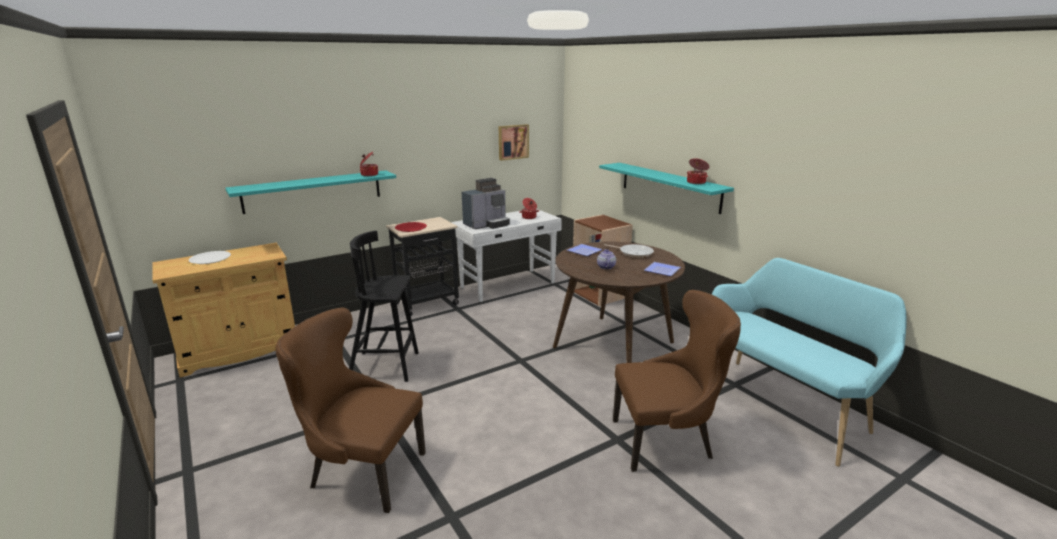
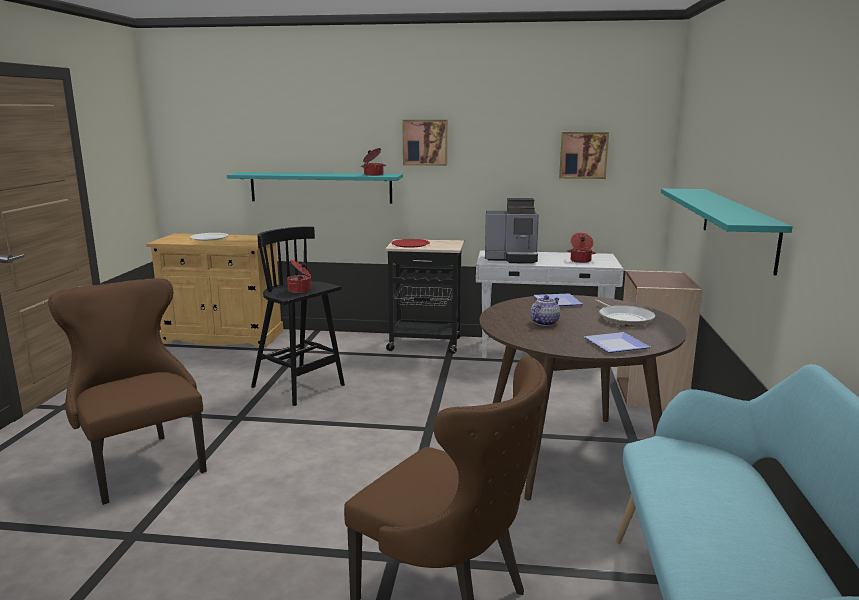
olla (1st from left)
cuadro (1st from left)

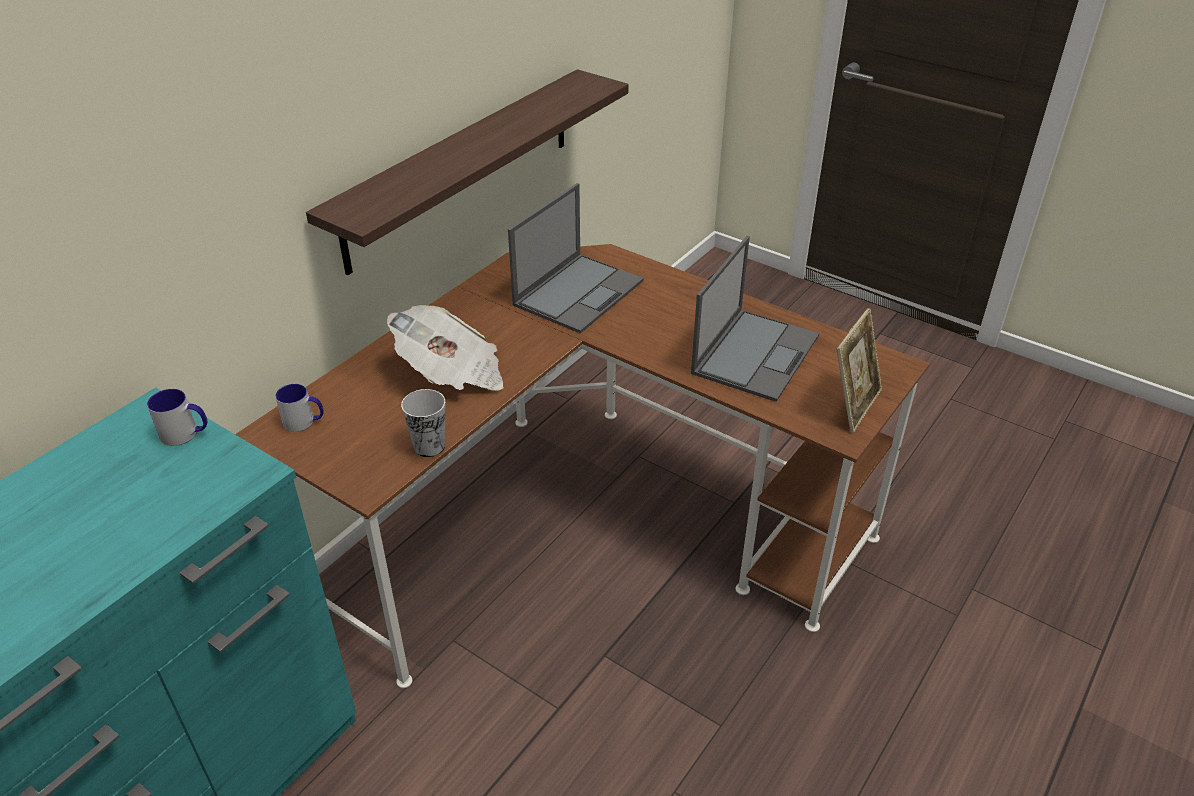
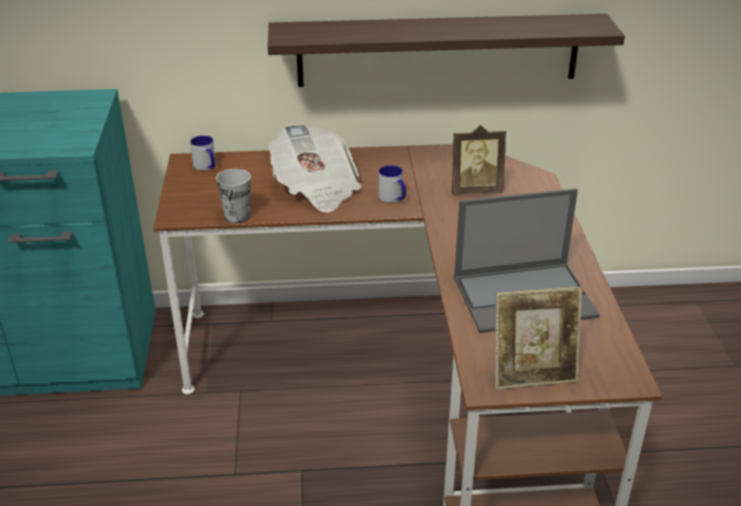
portarretratos (1st from left)
taza grande (2nd from left)

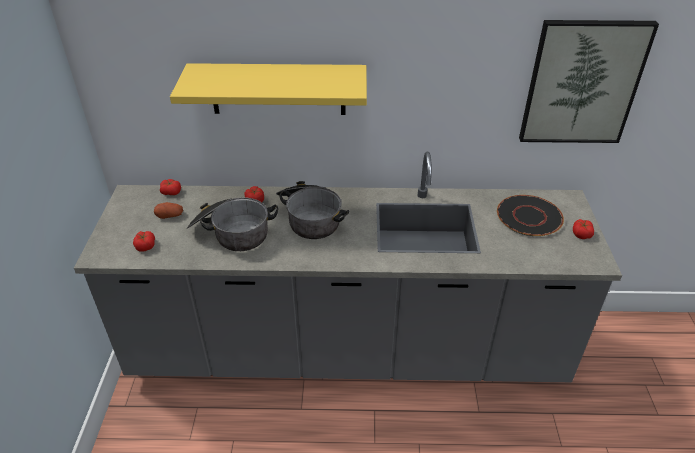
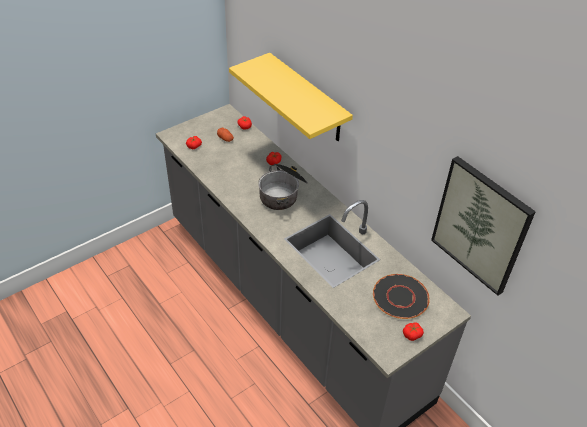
olla (1st from left in the first image)

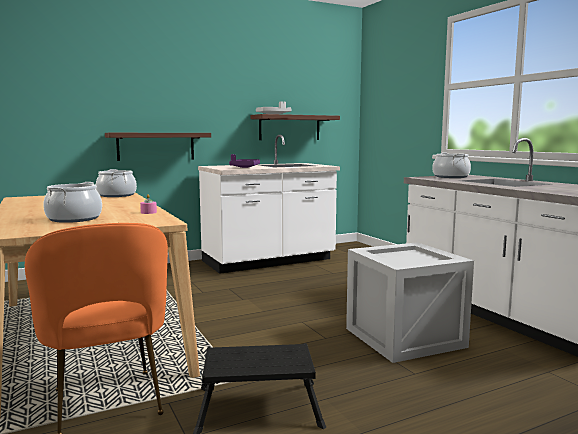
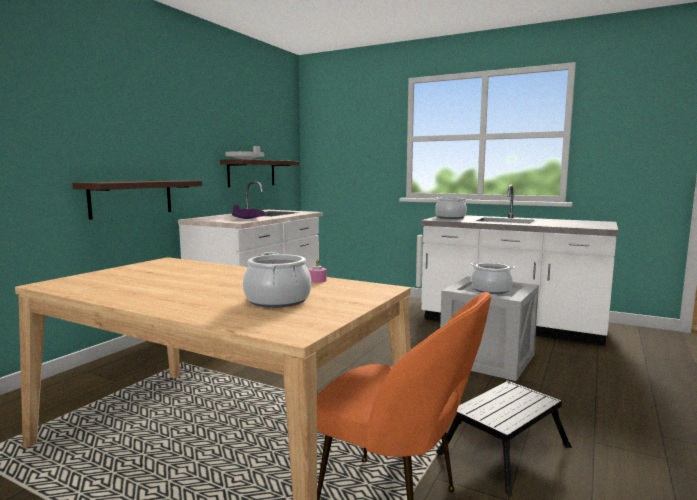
olla (3rd from left)

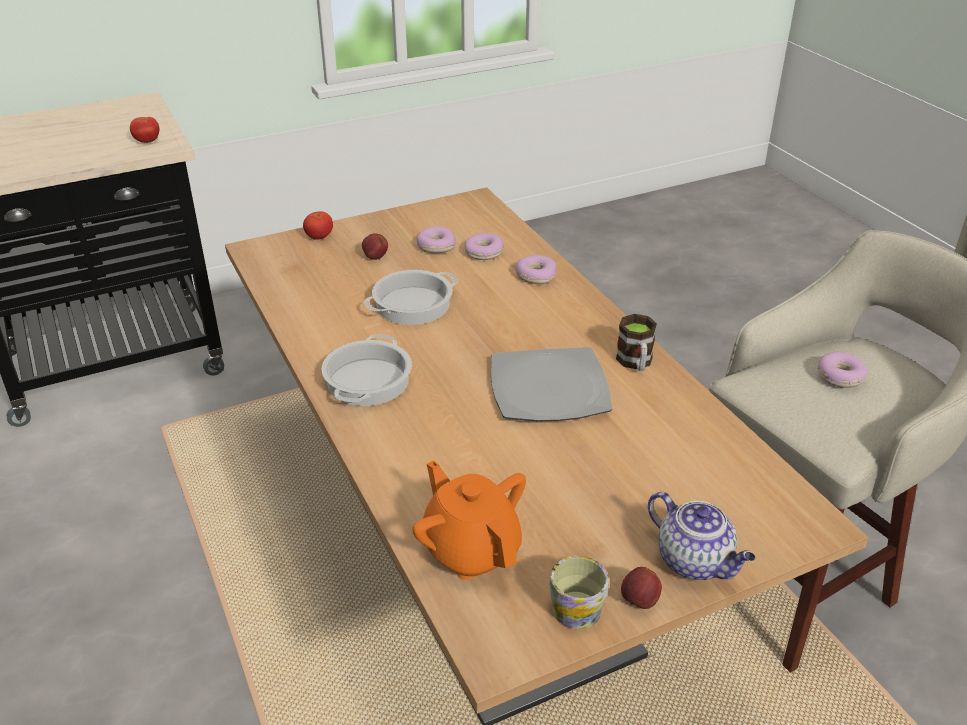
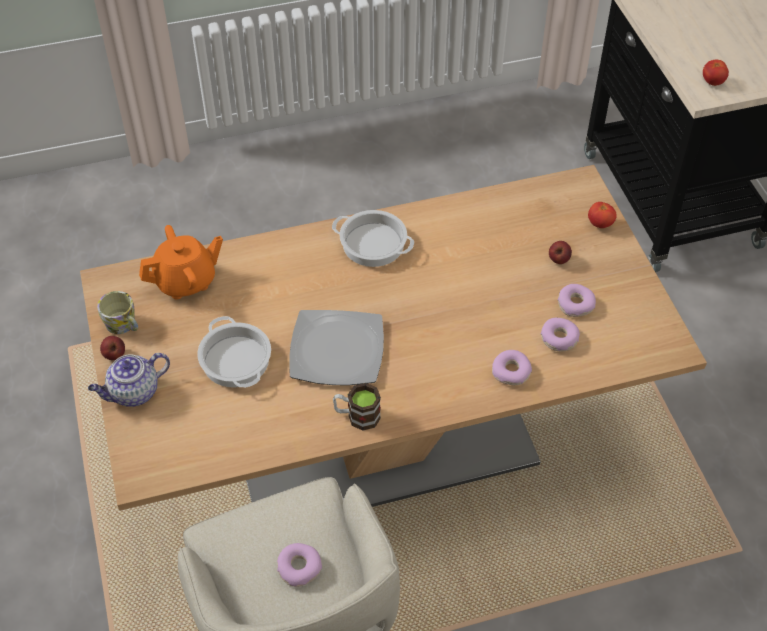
olla (1st from left)

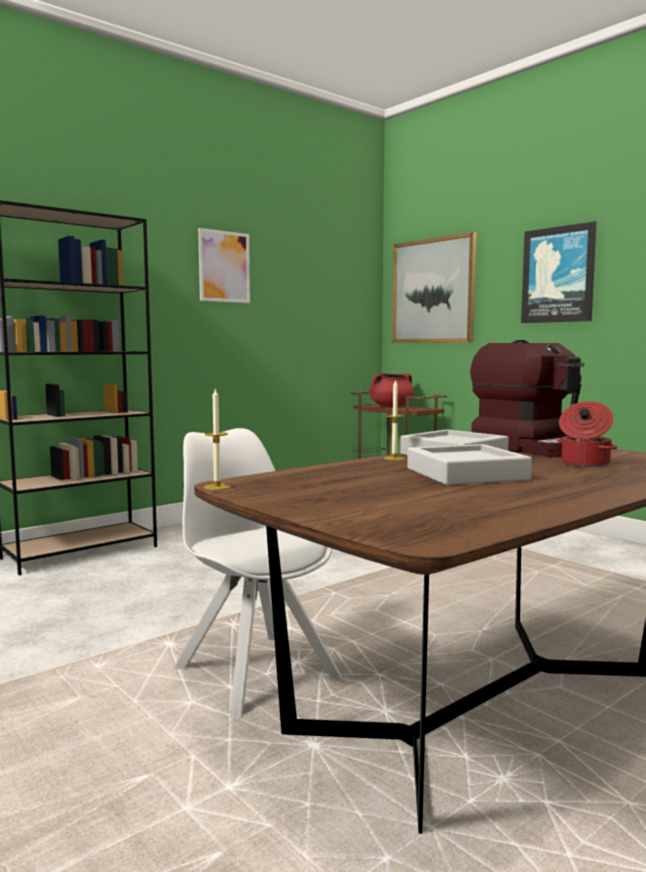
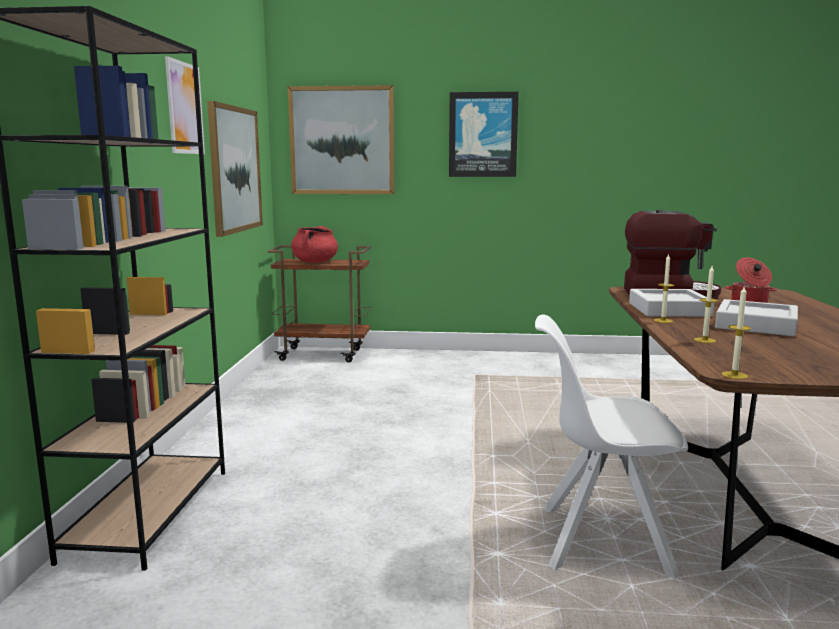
cuadro (2nd from left)
vela (2nd from left)

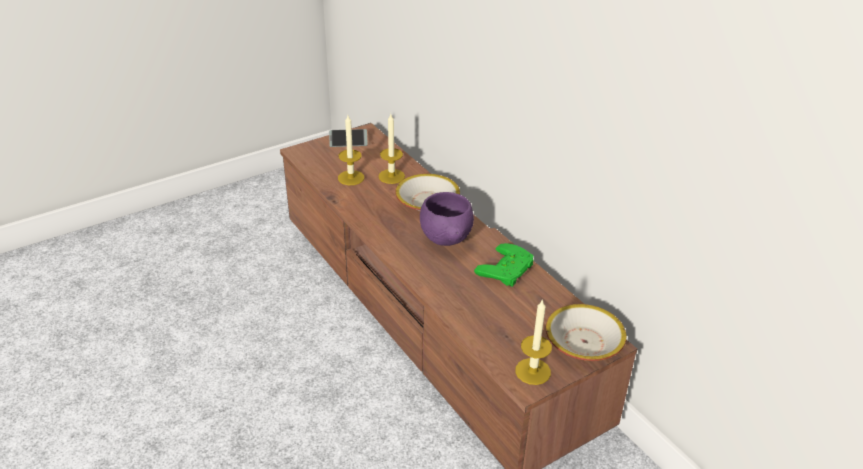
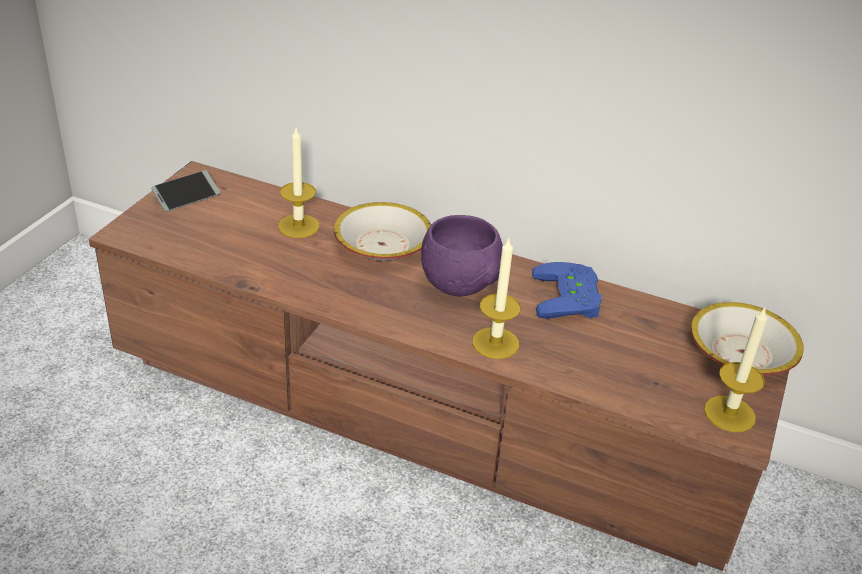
vela (2nd from left)
mando de consola (azul)

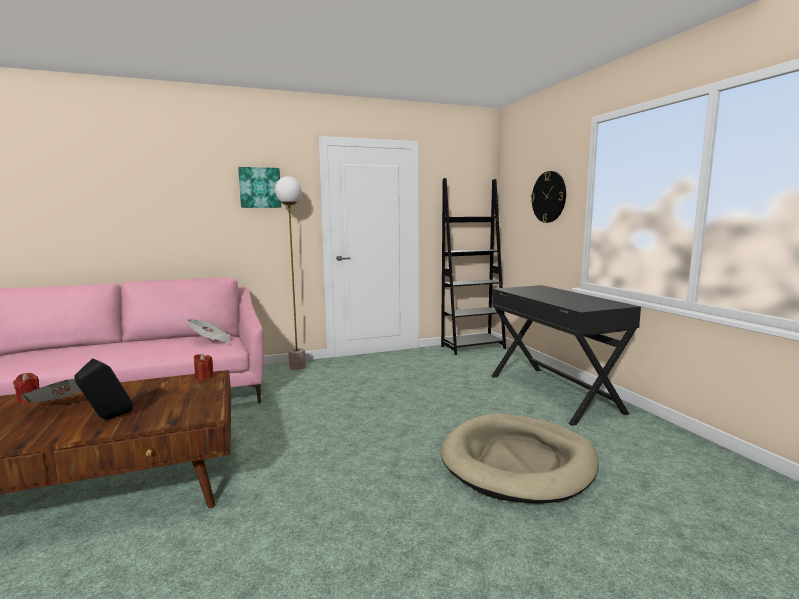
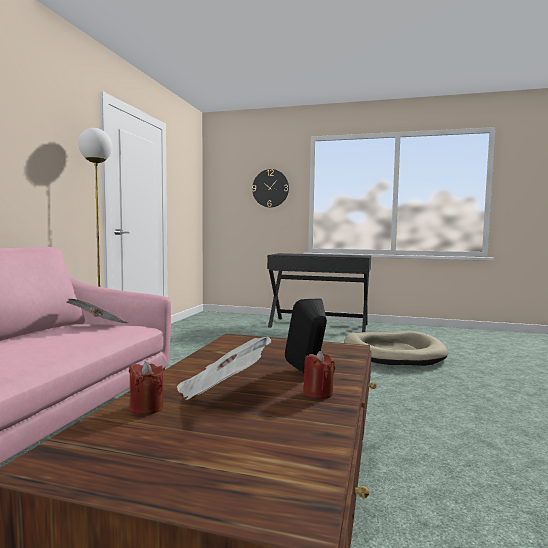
cuadro
estantería (negro)
vela (rojo) (2nd from left)

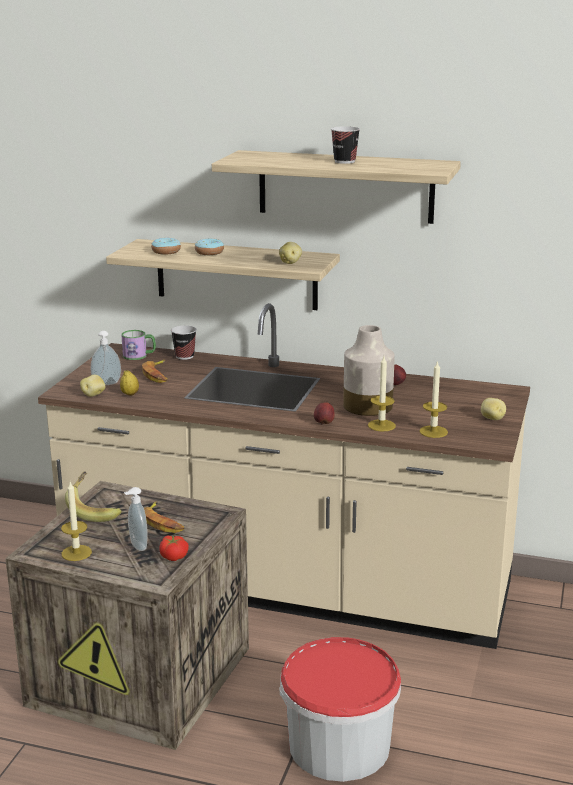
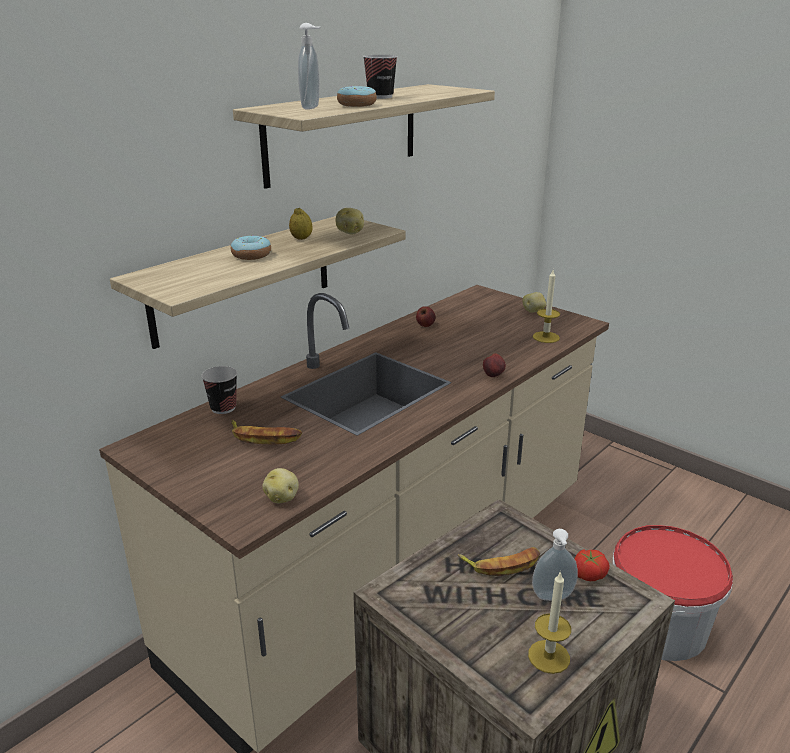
rosquilla (2nd from left)
florero (beis)
taza grande
dispensador de jabón (1st from left)
vela (2nd from left in the first image)
limón
plátano (1st from left in the first image)

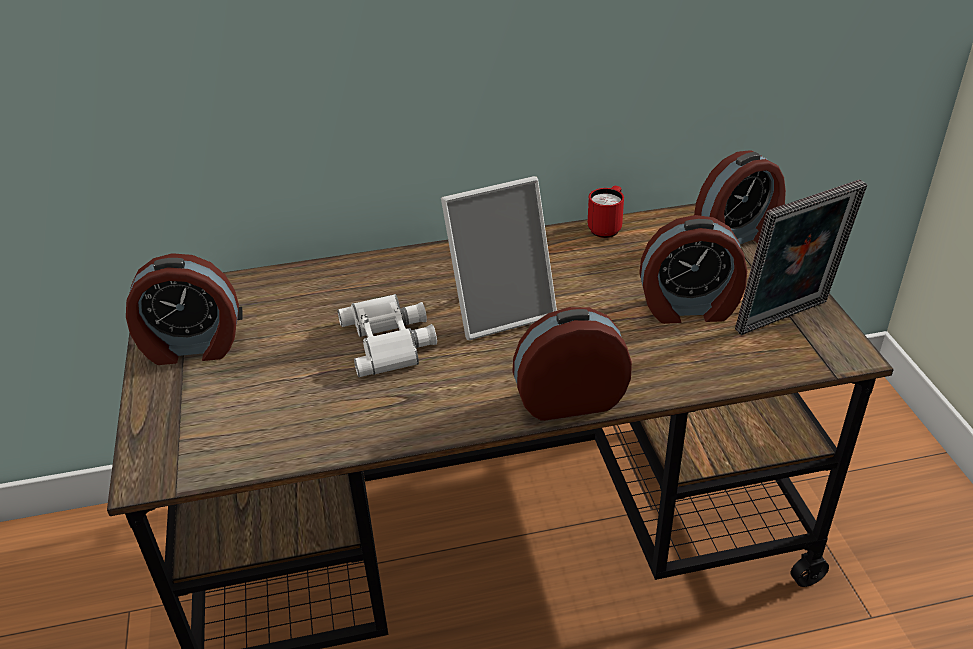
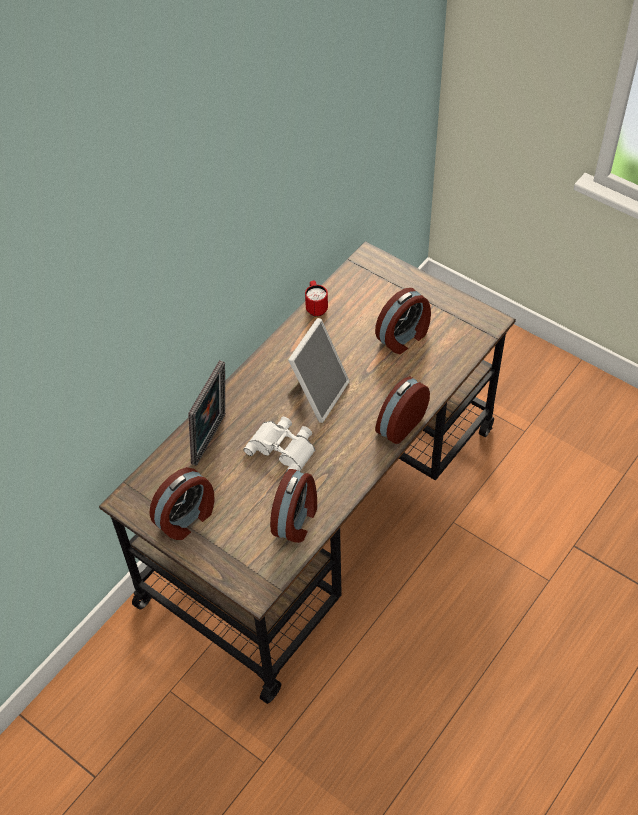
despertador (2nd from left)
portarretratos (1st from left)

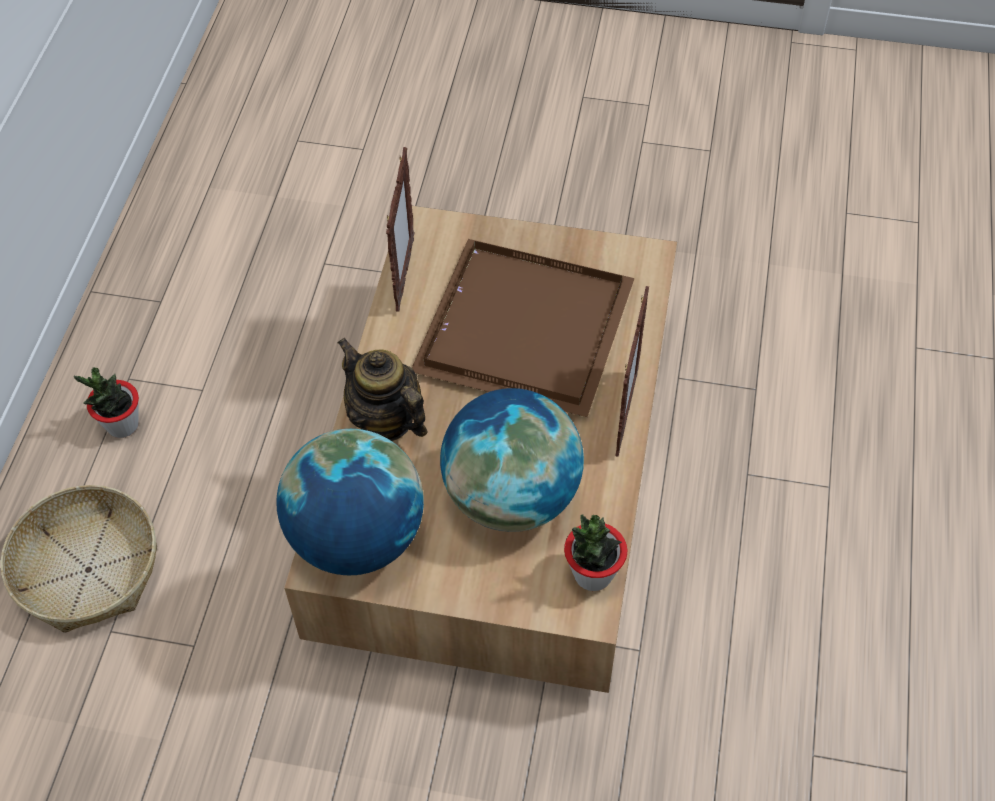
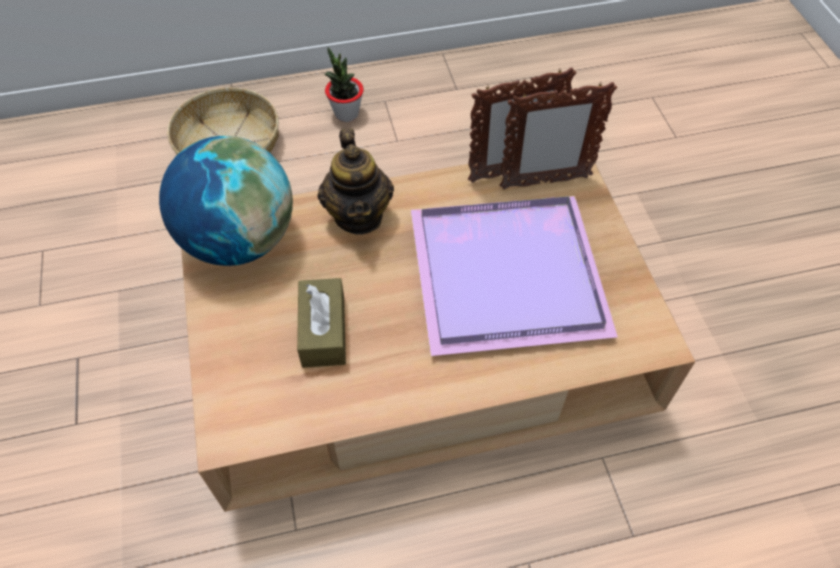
bandeja (morado)
portarretratos (2nd from left)
tetera
caja de pañuelos (marrón)
planta en maceta (2nd from left in the first image)

